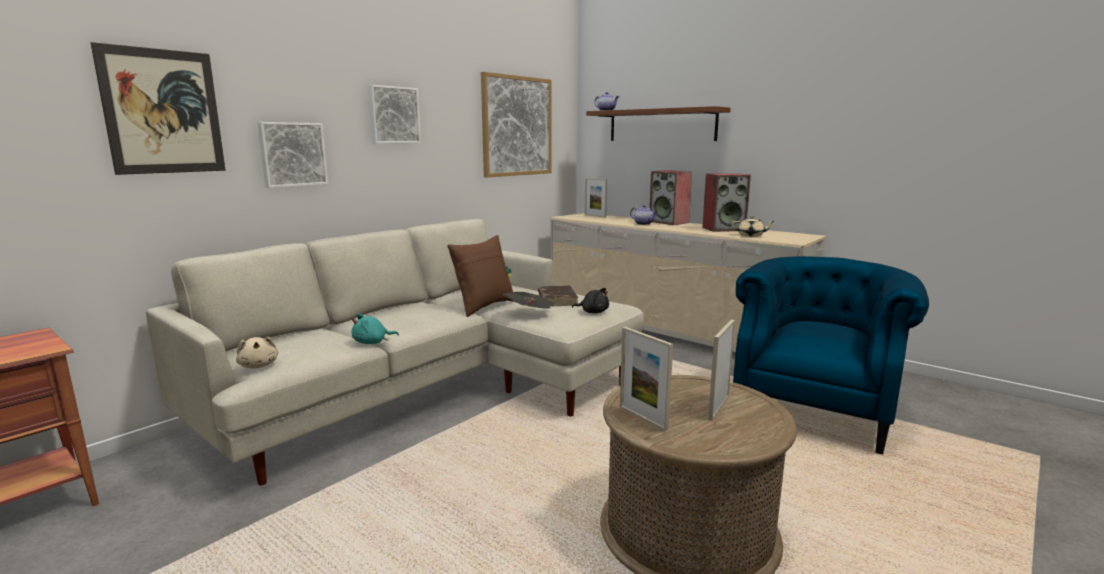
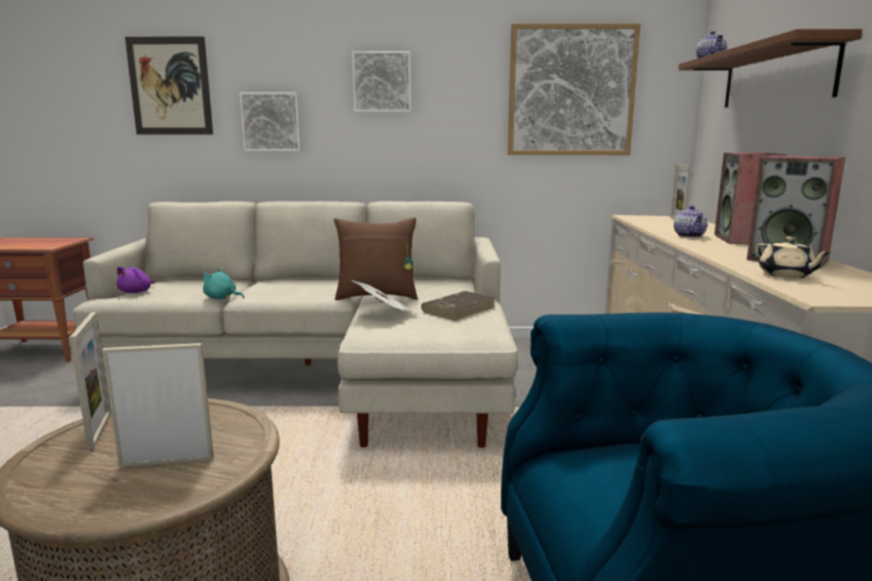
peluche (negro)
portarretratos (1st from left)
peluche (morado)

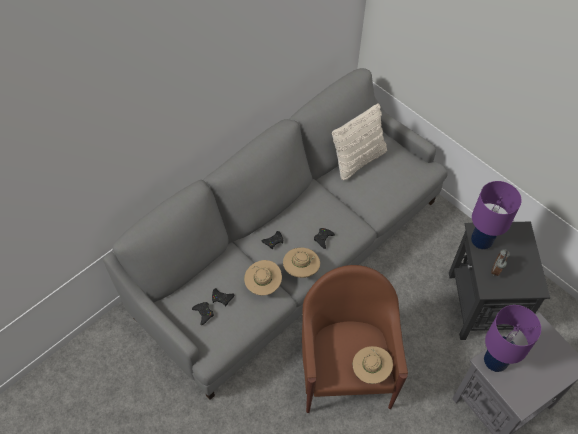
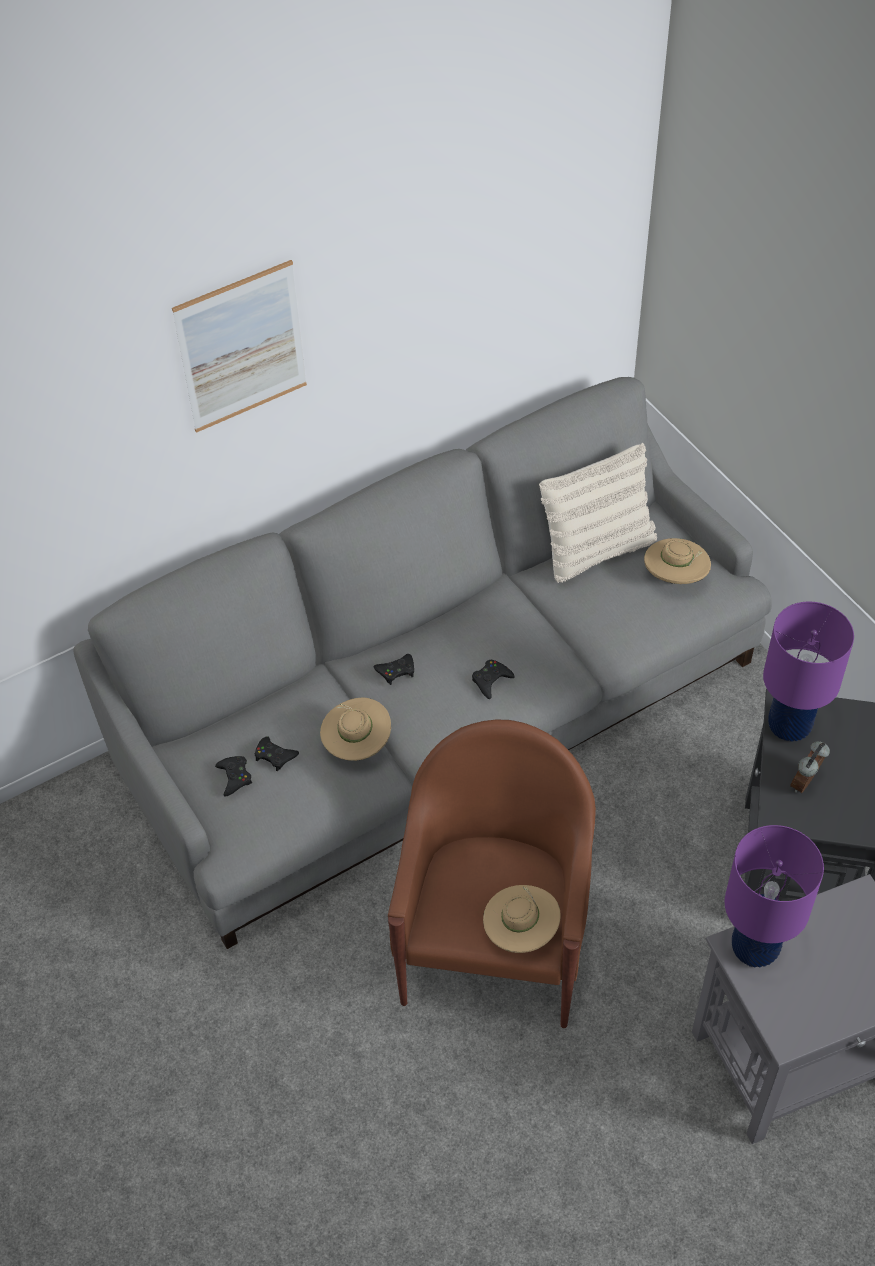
sombrero (beis) (3rd from left)
cuadro

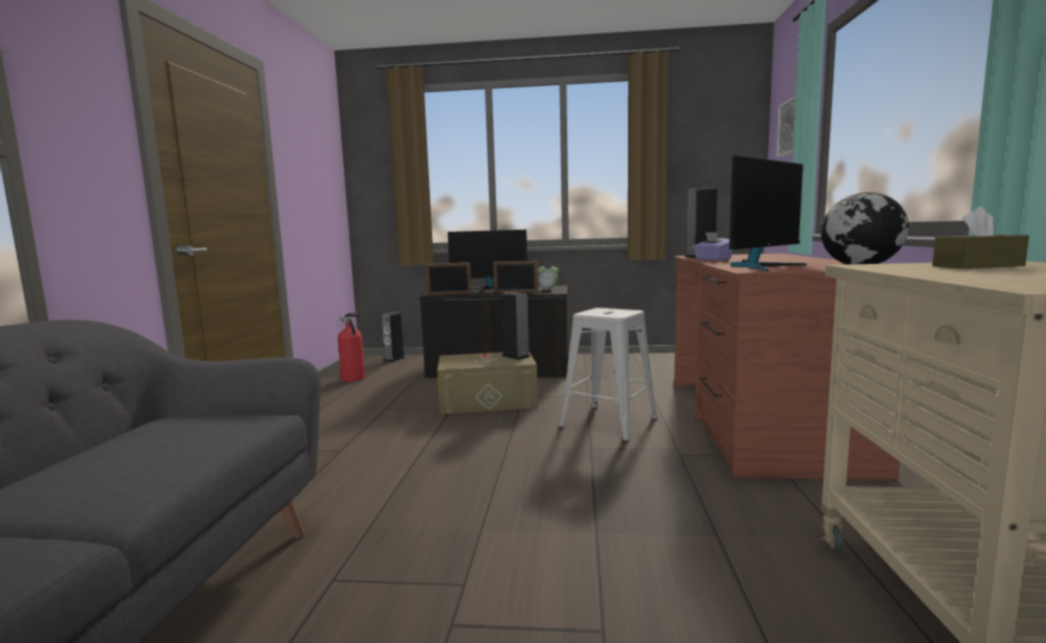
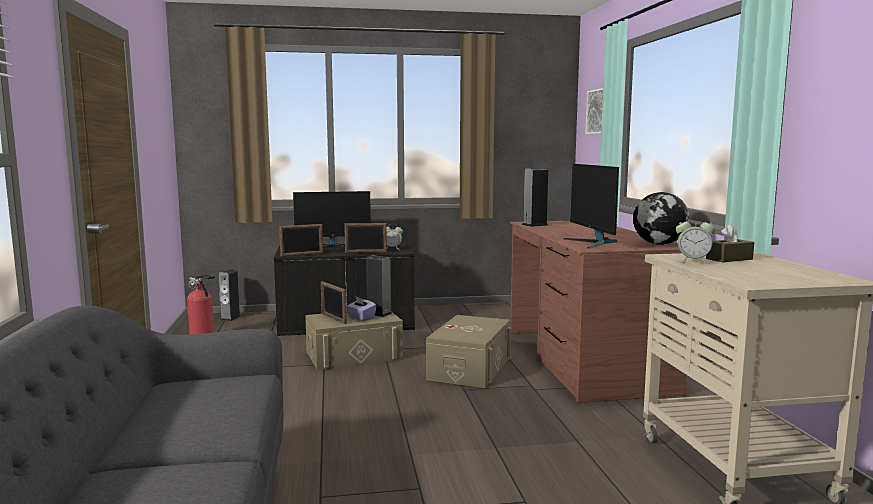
monitor (2nd from left)
caja de pañuelos (morado)
caja de almacenaje (beis) (2nd from left)
despertador (2nd from left)
portarretratos (2nd from left)

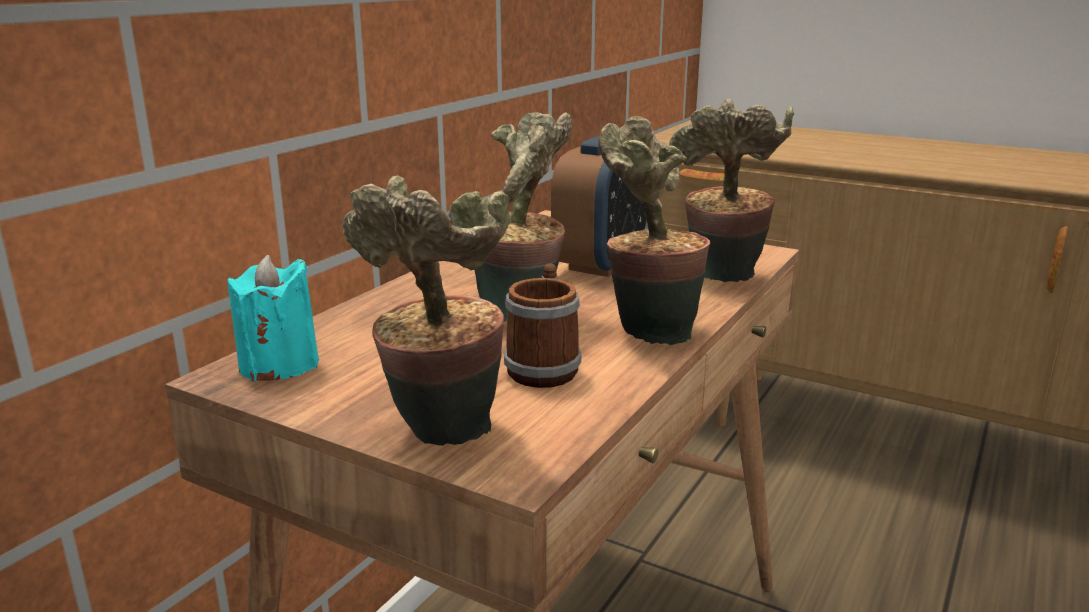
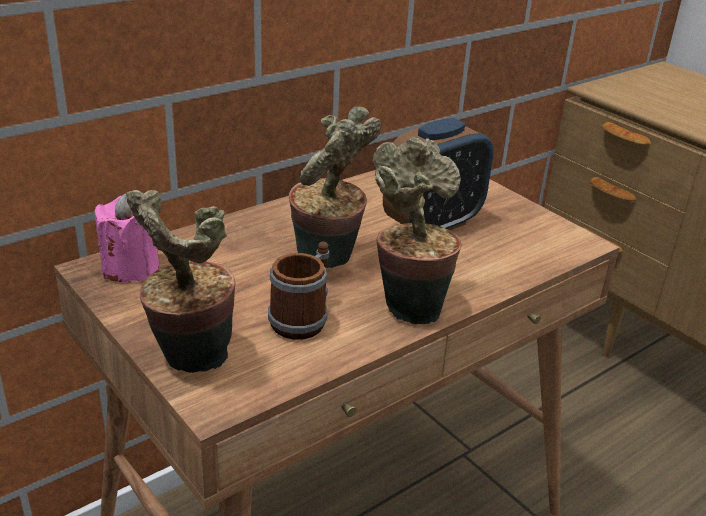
planta en maceta (4th from left in the first image)
vela (rosa)

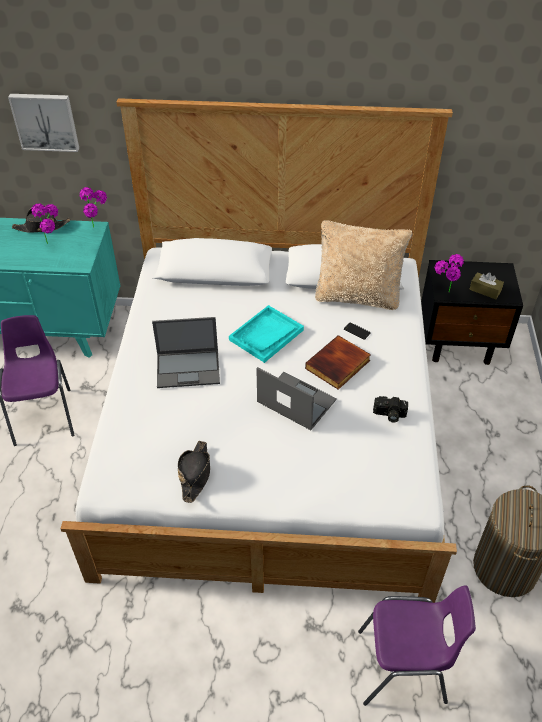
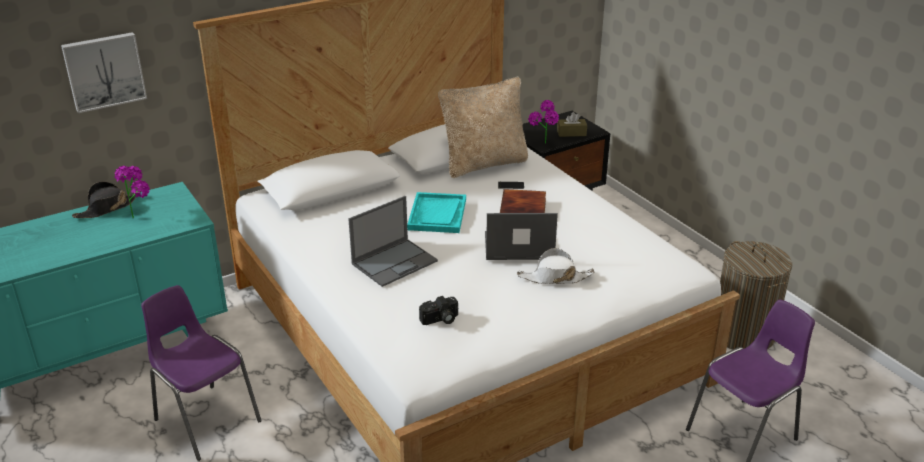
planta en maceta (2nd from left in the first image)
cámara
sombrero (negro) (2nd from left in the first image)
sombrero (blanco)

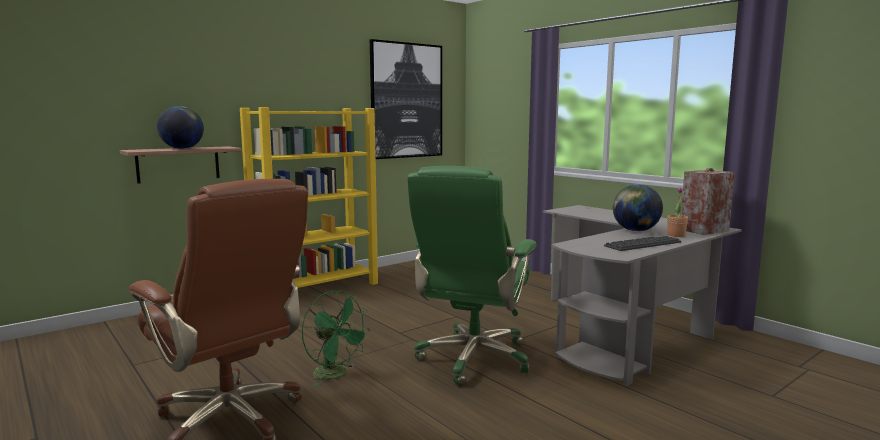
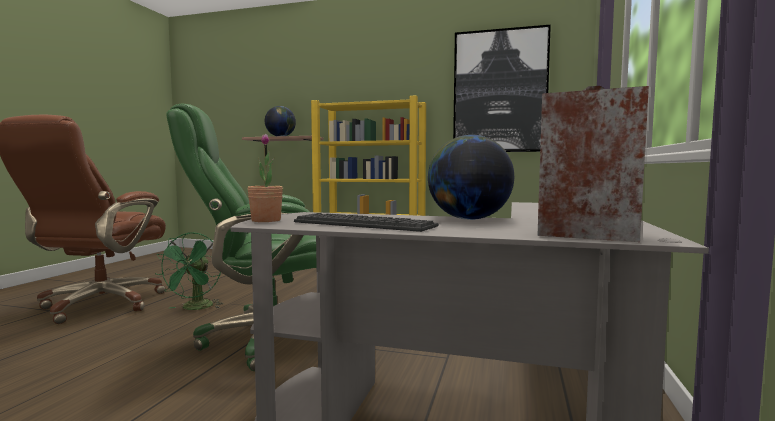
planta en maceta

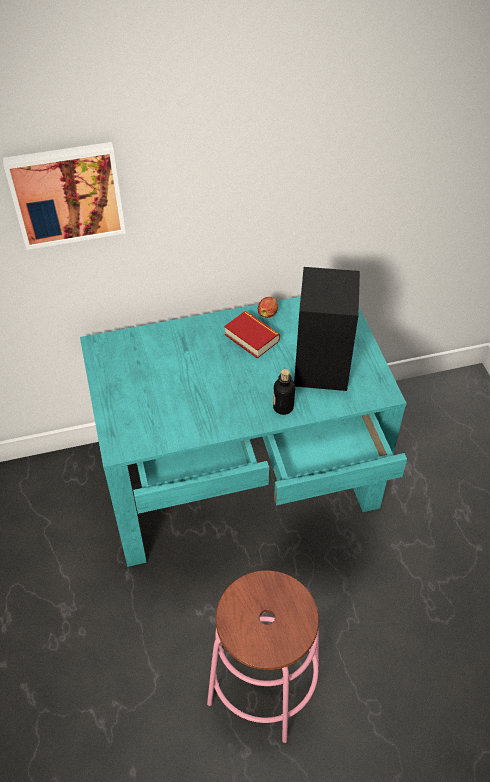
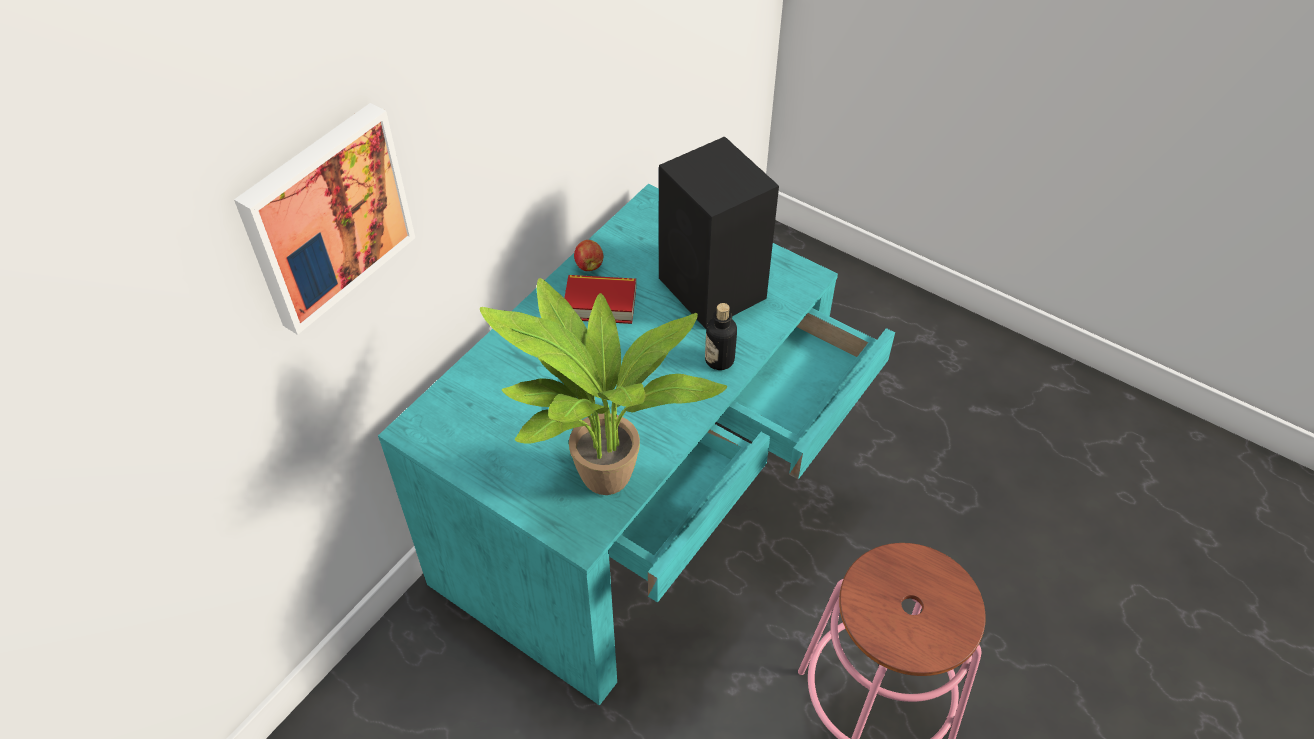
planta en maceta

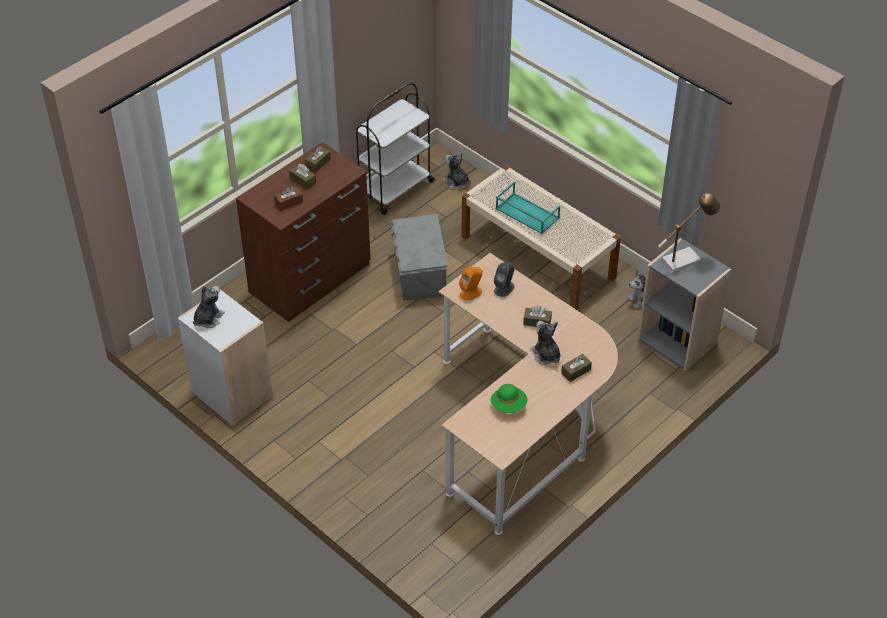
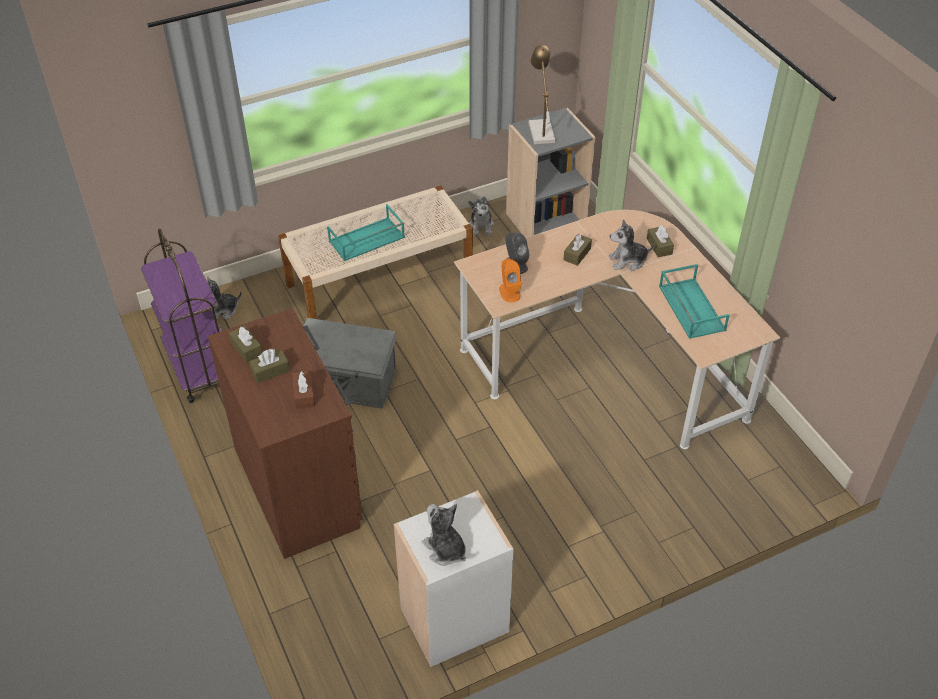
carrito (morado)
bandeja (turquesa) (2nd from left)

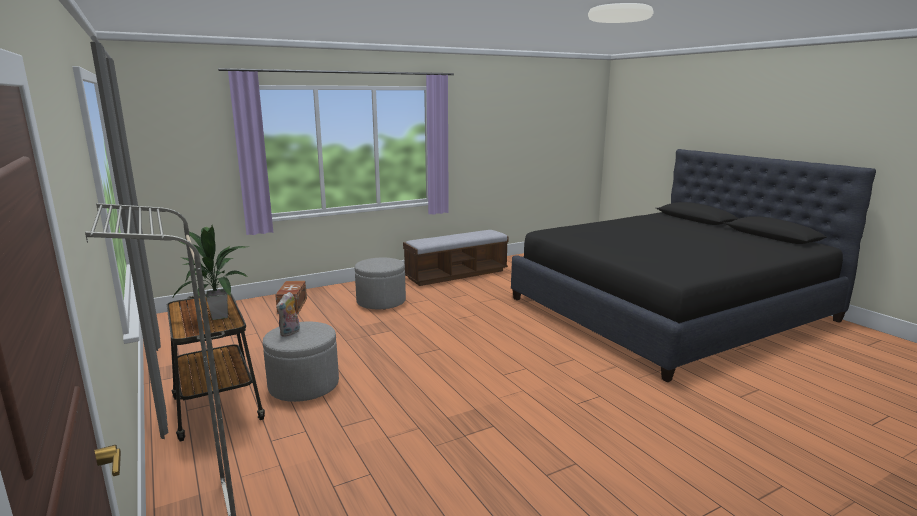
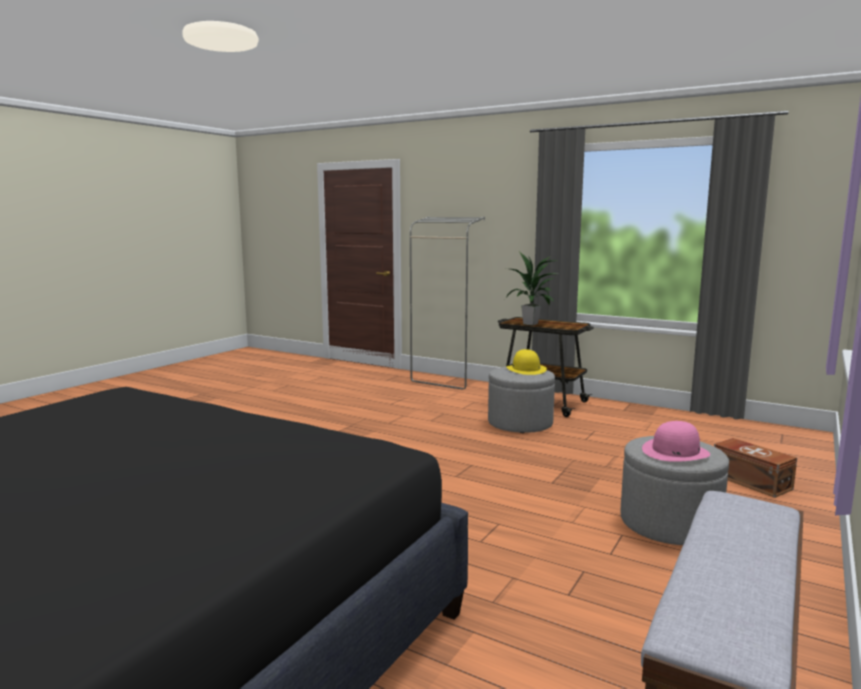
sombrero (amarillo)
sombrero (rosa)

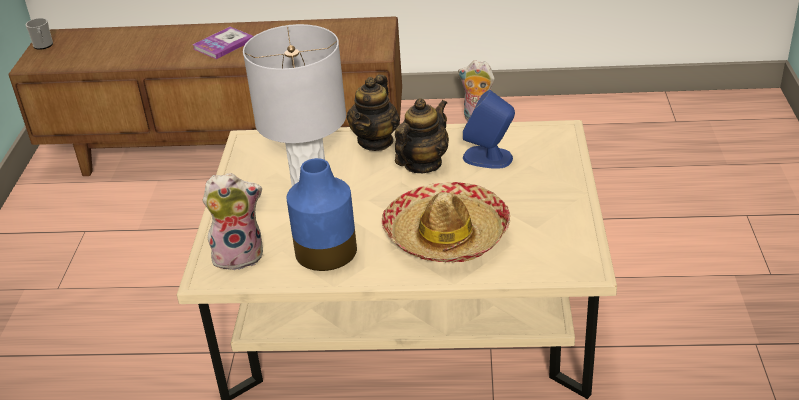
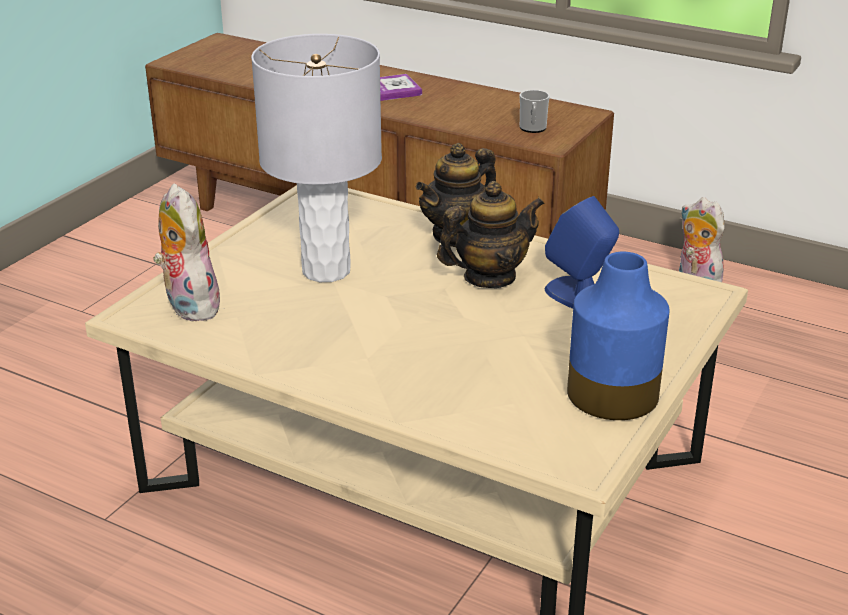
taza grande
florero (azul)
peluche (1st from left)
sombrero

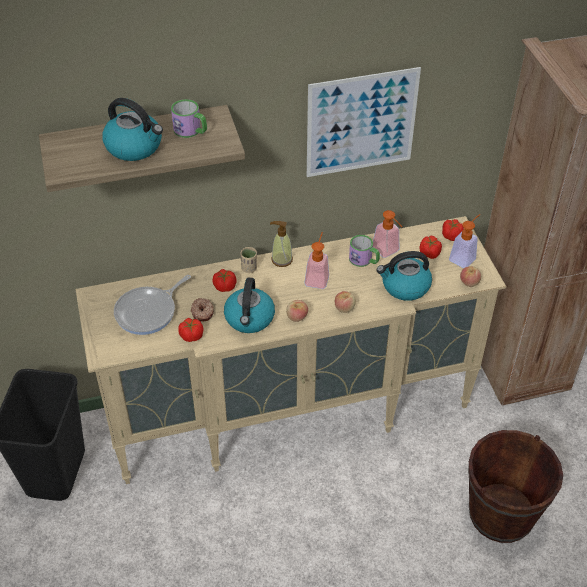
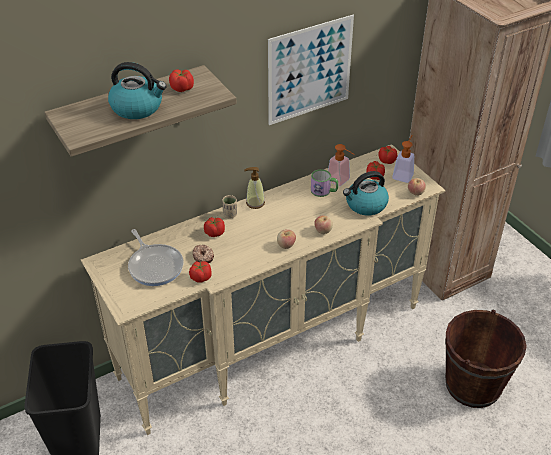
tomate (1st from left)
dispensador de jabón (2nd from left in the first image)
sartén
hervidor (2nd from left in the first image)

